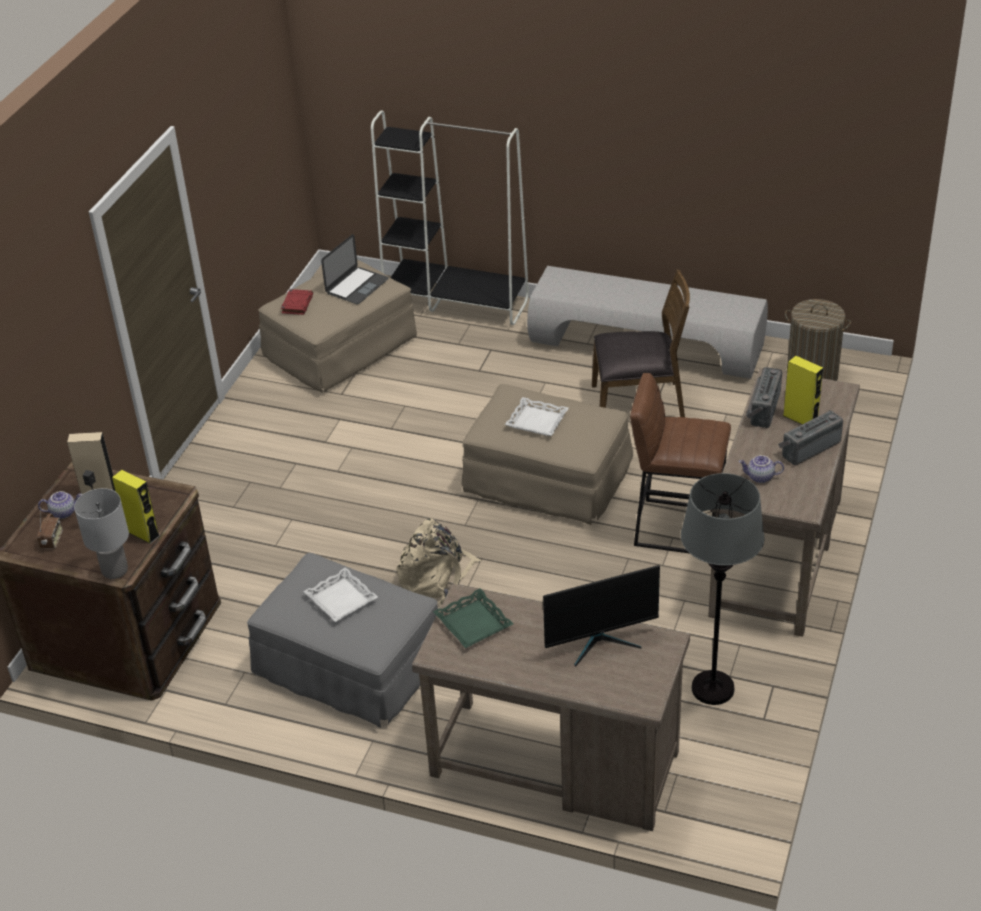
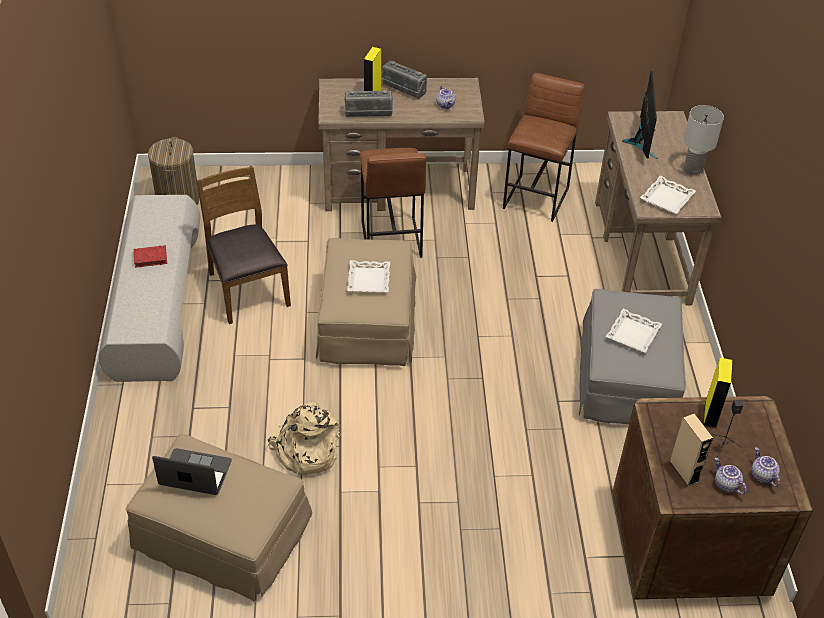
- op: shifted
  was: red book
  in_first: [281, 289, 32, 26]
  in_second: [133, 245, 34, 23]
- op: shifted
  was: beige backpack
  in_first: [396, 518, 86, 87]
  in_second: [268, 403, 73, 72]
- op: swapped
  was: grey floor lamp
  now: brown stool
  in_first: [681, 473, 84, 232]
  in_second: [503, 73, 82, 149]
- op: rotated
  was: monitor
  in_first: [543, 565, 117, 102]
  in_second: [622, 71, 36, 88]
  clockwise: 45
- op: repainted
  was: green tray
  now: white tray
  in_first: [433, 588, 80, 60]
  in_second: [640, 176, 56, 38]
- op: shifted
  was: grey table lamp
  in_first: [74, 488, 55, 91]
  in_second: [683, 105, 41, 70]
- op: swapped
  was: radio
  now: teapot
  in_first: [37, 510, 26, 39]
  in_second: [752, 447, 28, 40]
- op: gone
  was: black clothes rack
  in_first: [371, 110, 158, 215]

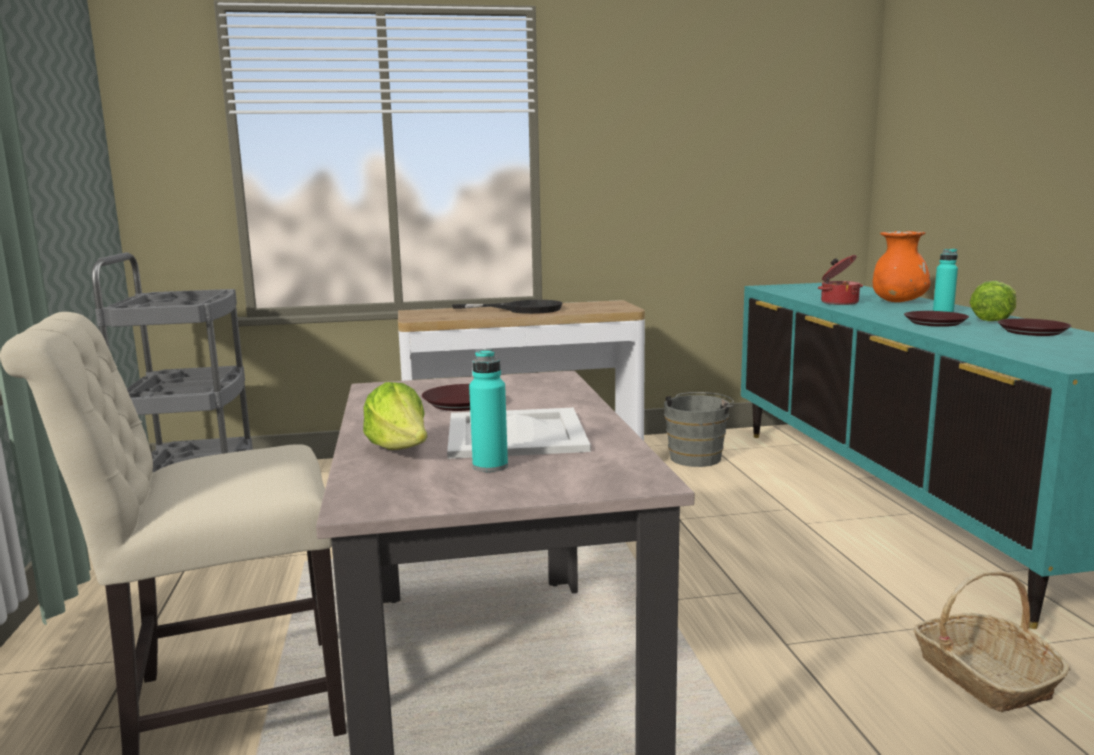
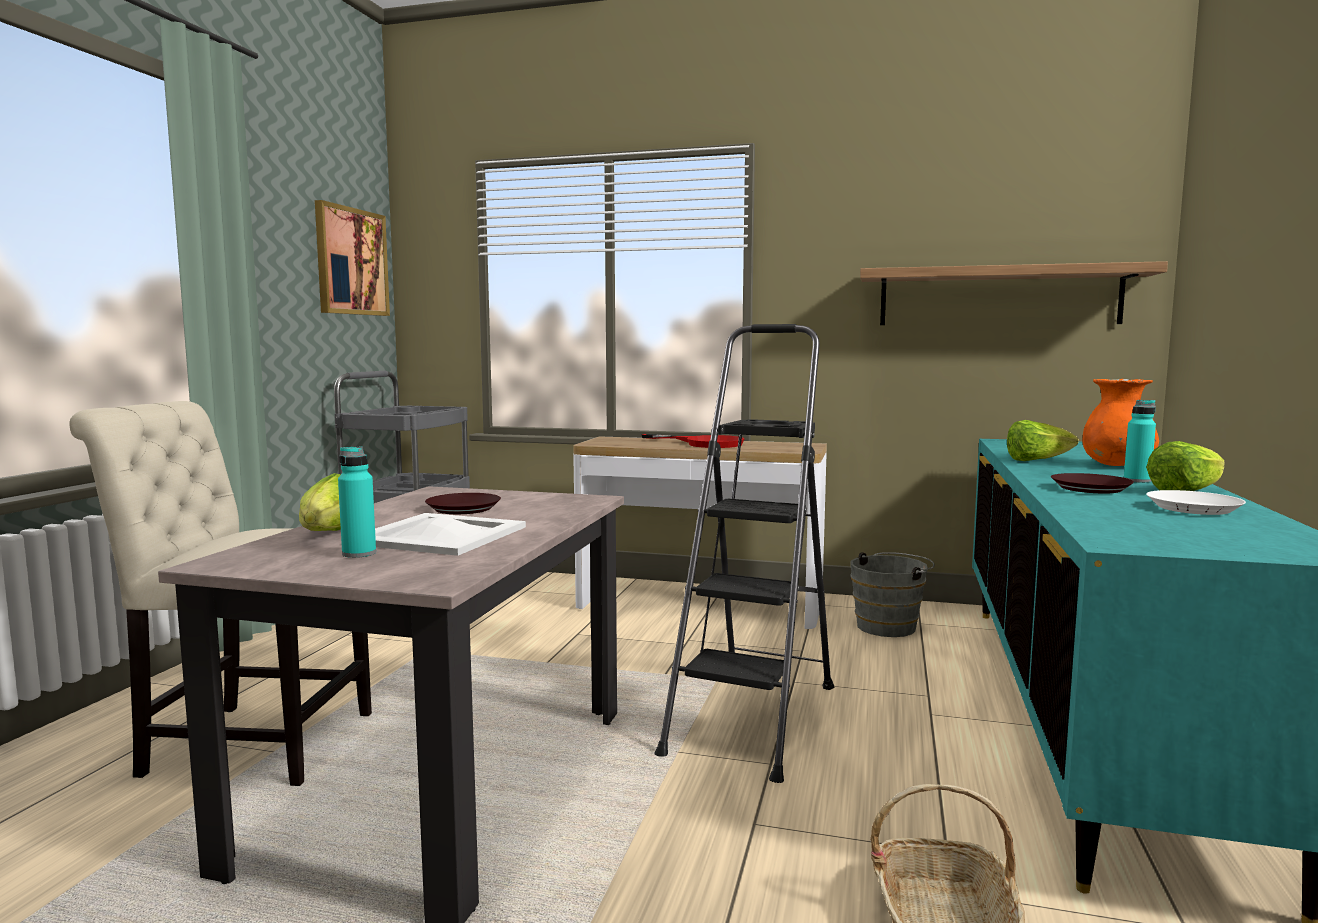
- op: new
  now: picture
  in_second: [315, 200, 75, 116]
- op: repainted
  was: black frying pan
  now: red frying pan
  in_first: [452, 300, 111, 14]
  in_second: [642, 434, 102, 14]
- op: new
  now: step ladder
  in_second: [654, 324, 180, 459]
- op: new
  now: shelf
  in_second: [860, 261, 308, 64]
- op: swapped
  was: cooking pot
  now: lettuce
  in_first: [818, 255, 45, 50]
  in_second: [1007, 420, 72, 41]
- op: repainted
  was: brown plate
  now: white plate
  in_first: [998, 318, 73, 18]
  in_second: [1146, 490, 100, 25]

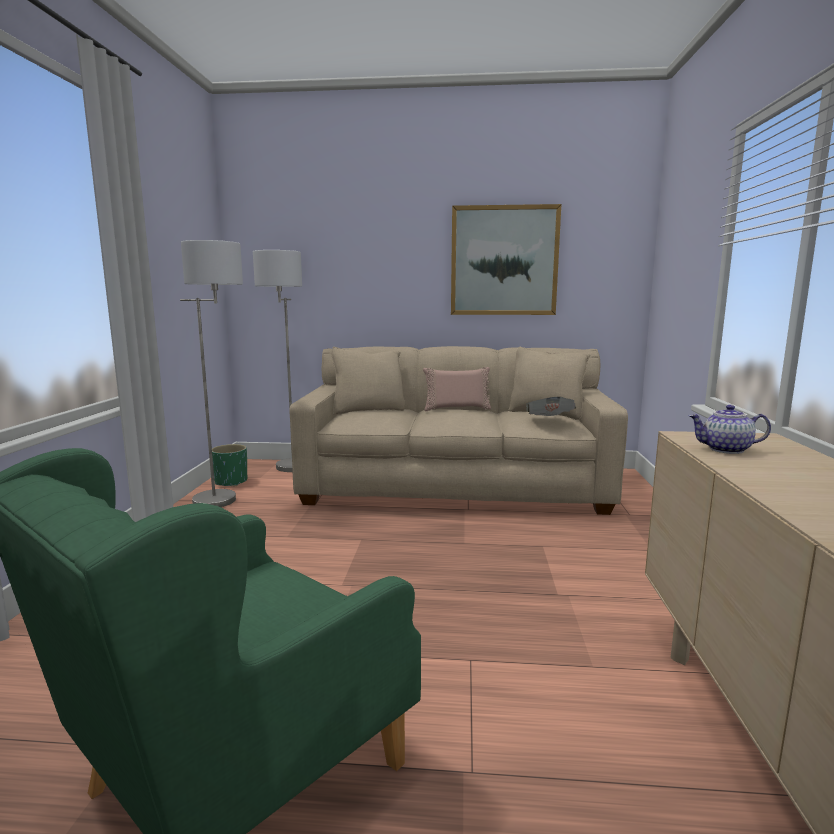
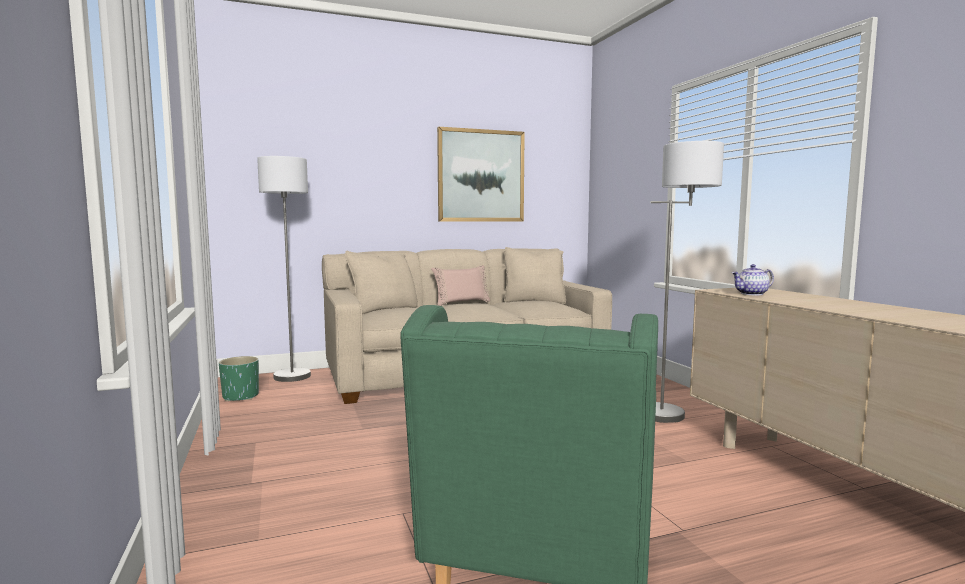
- op: shifted
  was: grey floor lamp
  in_first: [180, 240, 63, 267]
  in_second: [650, 141, 74, 282]
- op: gone
  was: newspaper
  in_first: [526, 397, 50, 19]

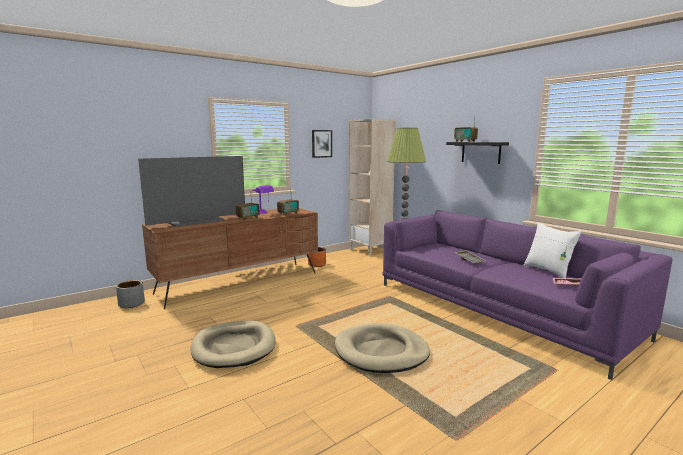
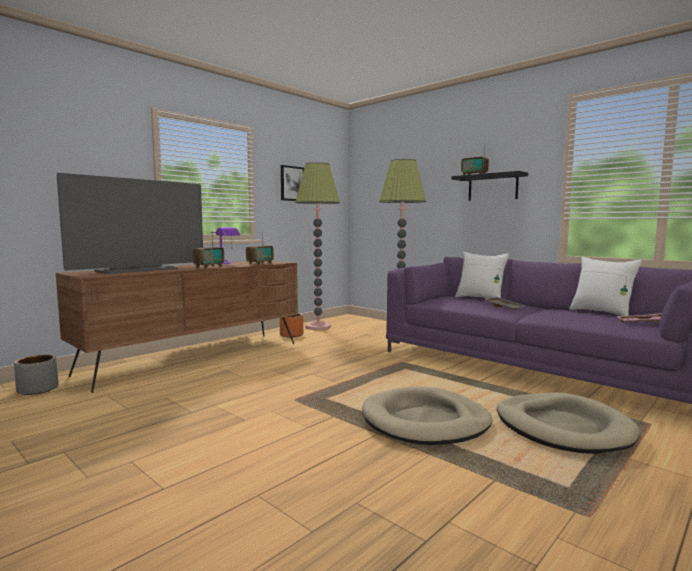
- op: new
  now: floor lamp
  in_second: [295, 162, 45, 168]
- op: new
  now: white pillow
  in_second: [455, 252, 54, 46]
- op: shifted
  was: beige dog bed
  in_first: [191, 321, 85, 47]
  in_second: [497, 393, 143, 61]
- op: gone
  was: beige bookcase
  in_first: [348, 119, 48, 138]

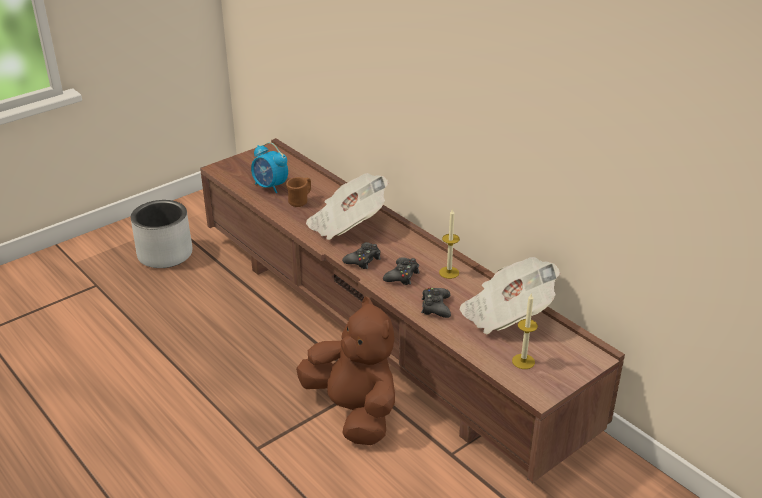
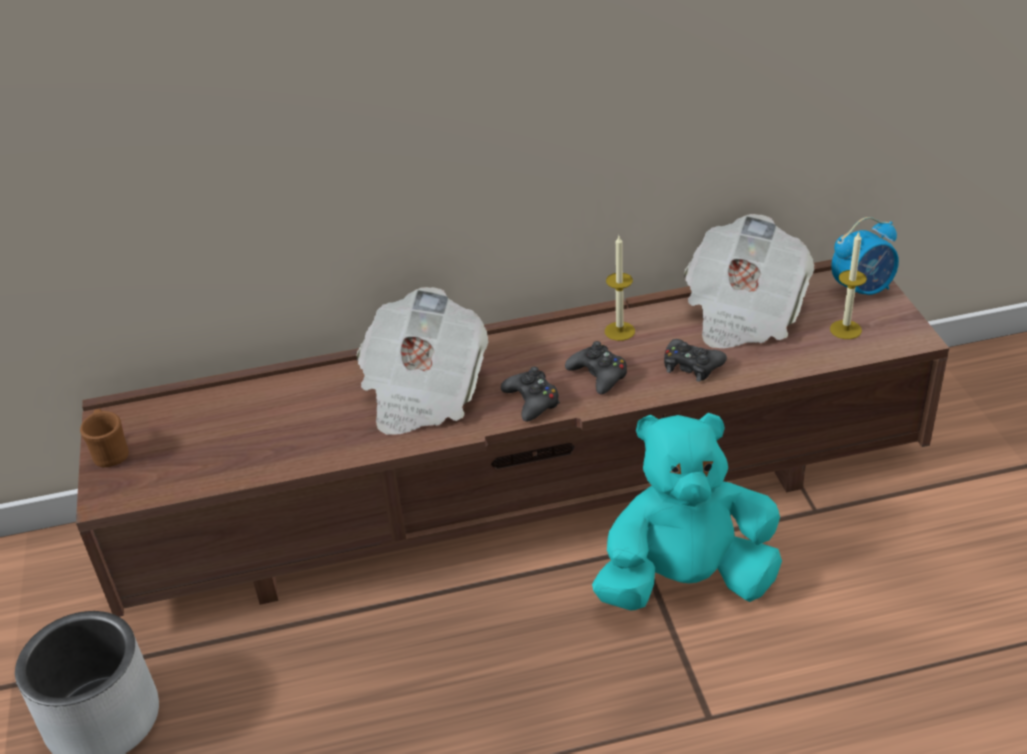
- op: shifted
  was: brown mug
  in_first: [286, 177, 25, 30]
  in_second: [80, 408, 49, 59]
- op: repainted
  was: brown plush toy
  now: turquoise plush toy
  in_first: [296, 297, 99, 148]
  in_second: [592, 413, 190, 198]
- op: shifted
  was: alarm clock
  in_first: [251, 142, 37, 51]
  in_second: [831, 217, 68, 78]

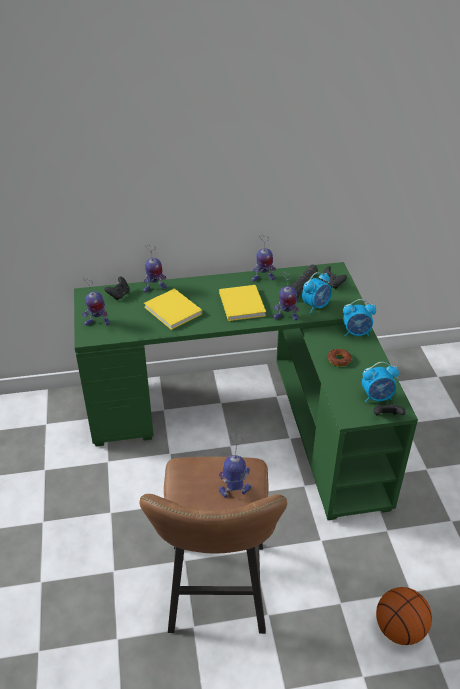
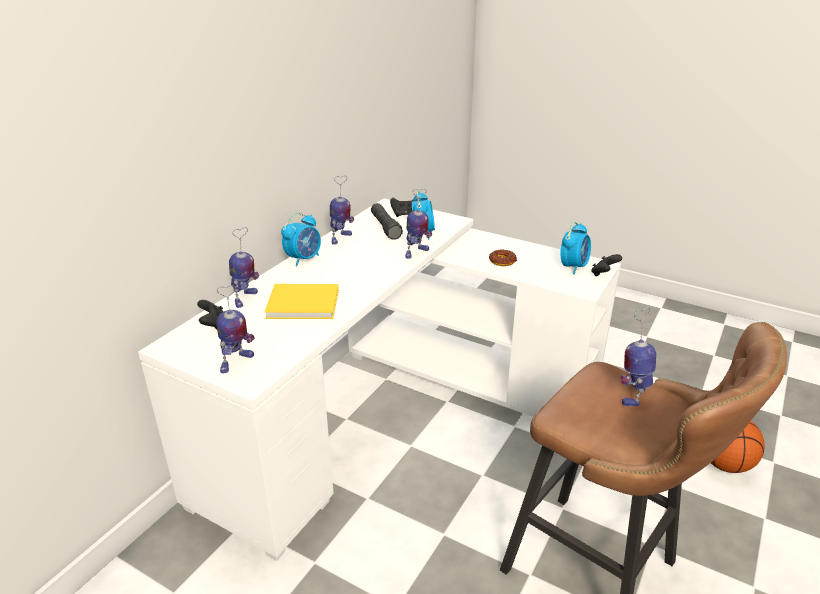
- op: repainted
  was: green desk
  now: white desk
  in_first: [74, 262, 344, 258]
  in_second: [138, 198, 483, 363]
- op: shifted
  was: alarm clock
  in_first: [343, 299, 33, 37]
  in_second: [281, 213, 40, 53]
- op: gone
  was: yellow book
  in_first: [219, 285, 47, 36]

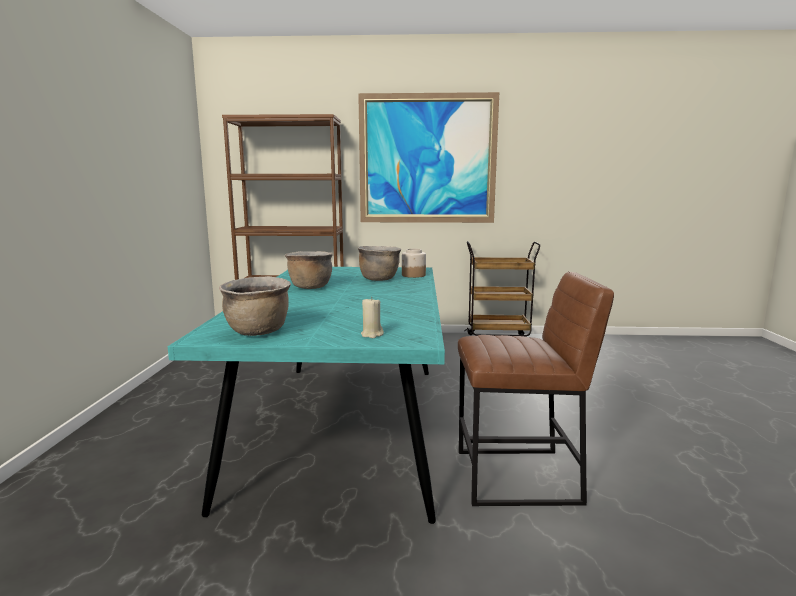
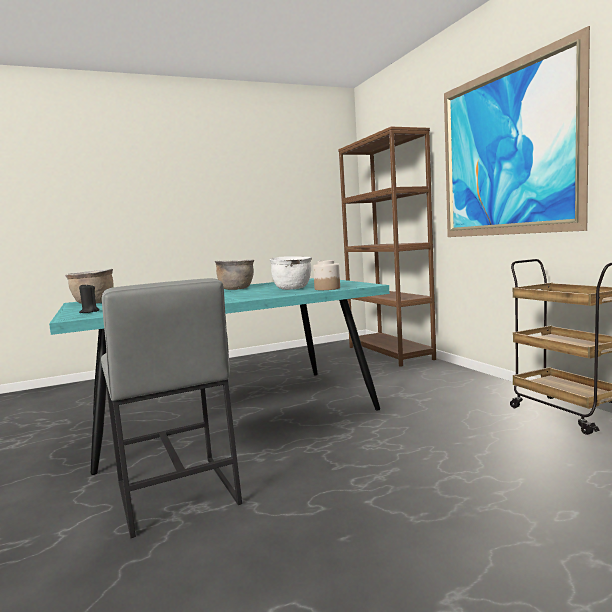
- op: repainted
  was: beige candle
  now: black candle
  in_first: [361, 297, 23, 41]
  in_second: [79, 284, 20, 29]
- op: repainted
  was: brown chair
  now: grey chair
  in_first: [458, 272, 156, 234]
  in_second: [101, 278, 141, 260]
- op: repainted
  was: brown cooking pot
  now: white cooking pot
  in_first: [358, 246, 43, 35]
  in_second: [269, 256, 43, 34]

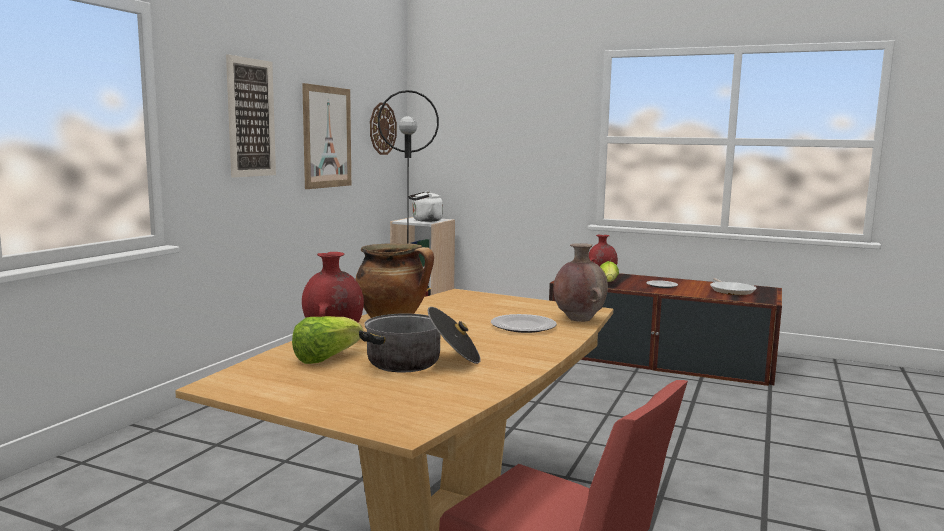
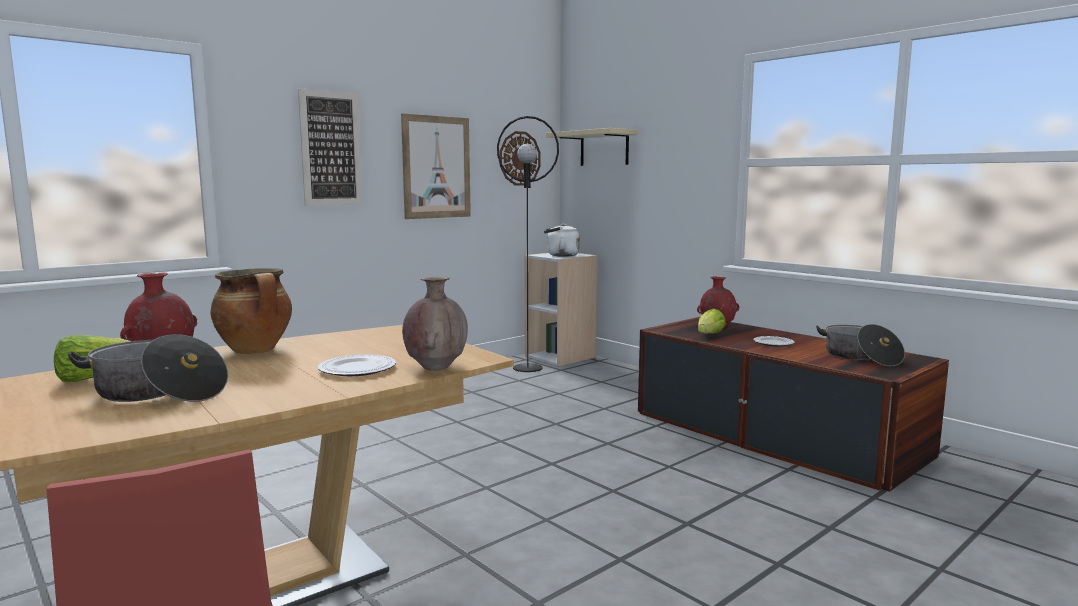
- op: new
  now: beige shelf
  in_second: [546, 128, 93, 38]
- op: swapped
  was: frying pan
  now: cooking pot
  in_first: [710, 278, 46, 17]
  in_second: [816, 324, 89, 42]

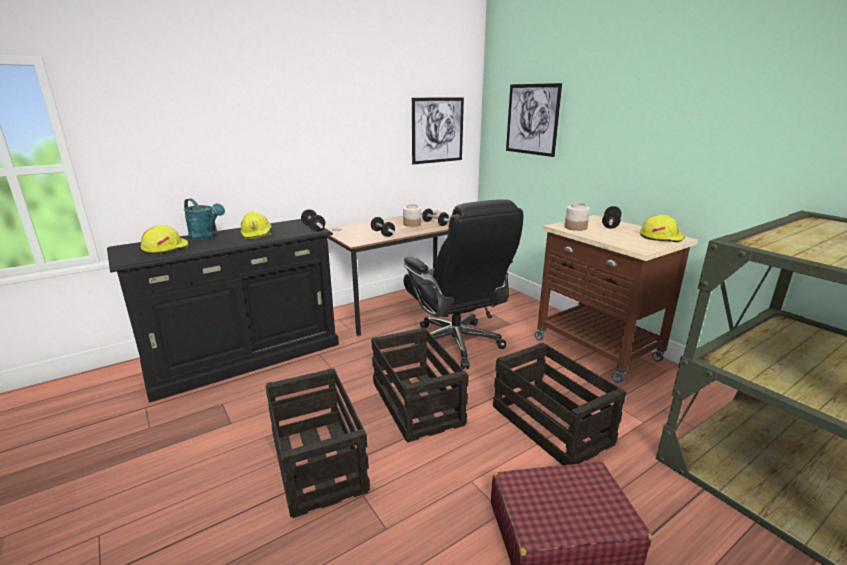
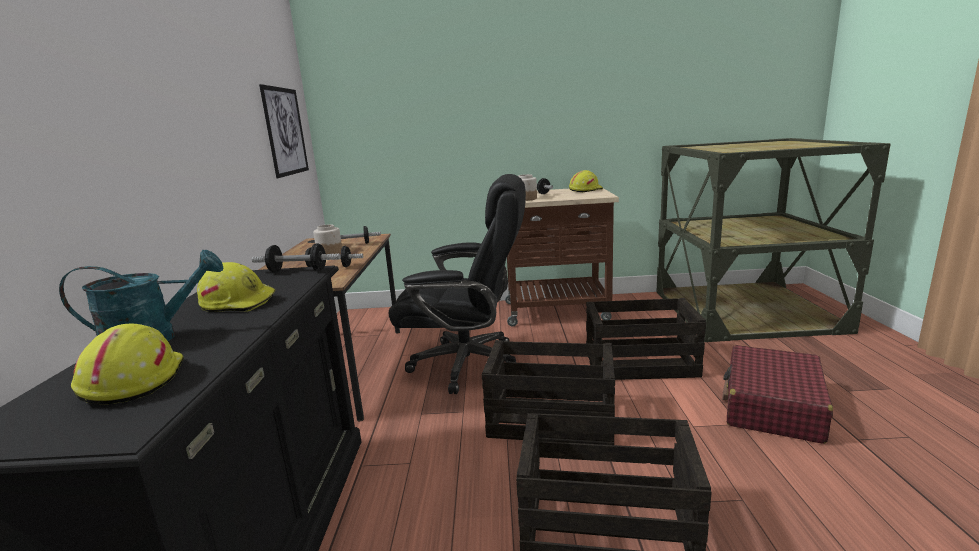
- op: gone
  was: picture
  in_first: [506, 83, 56, 74]

